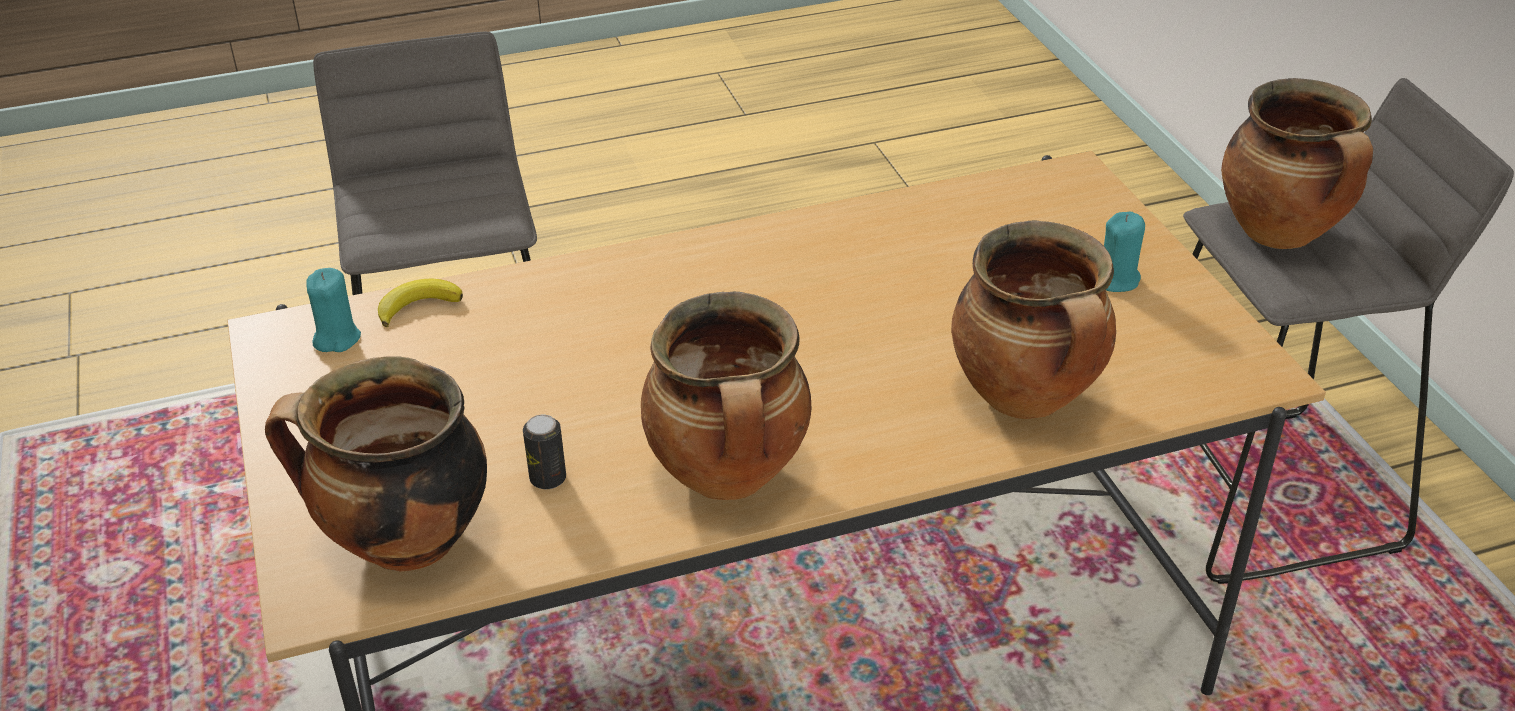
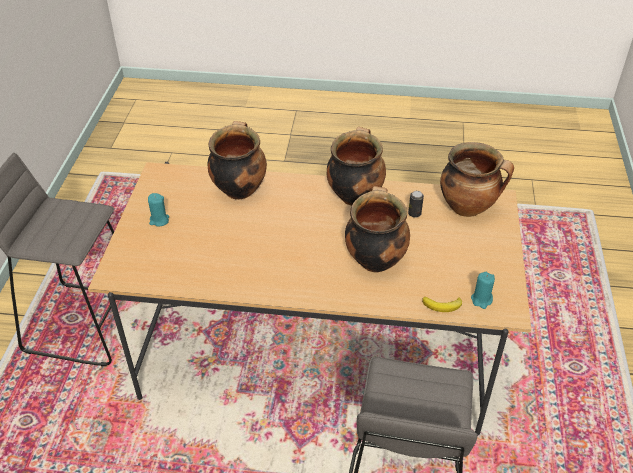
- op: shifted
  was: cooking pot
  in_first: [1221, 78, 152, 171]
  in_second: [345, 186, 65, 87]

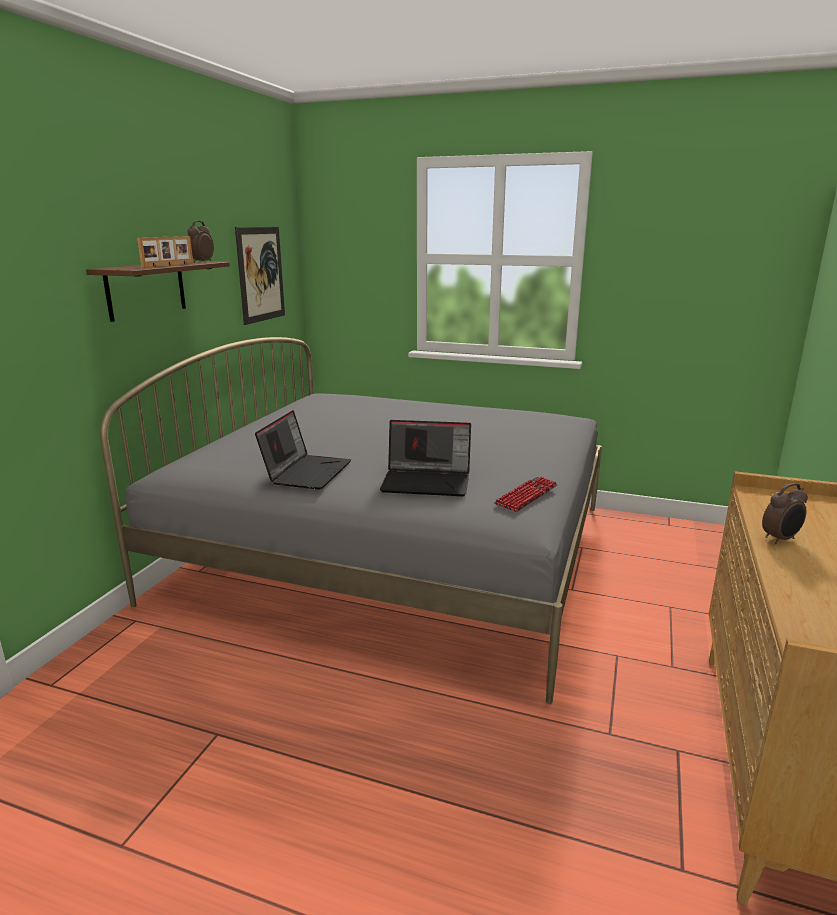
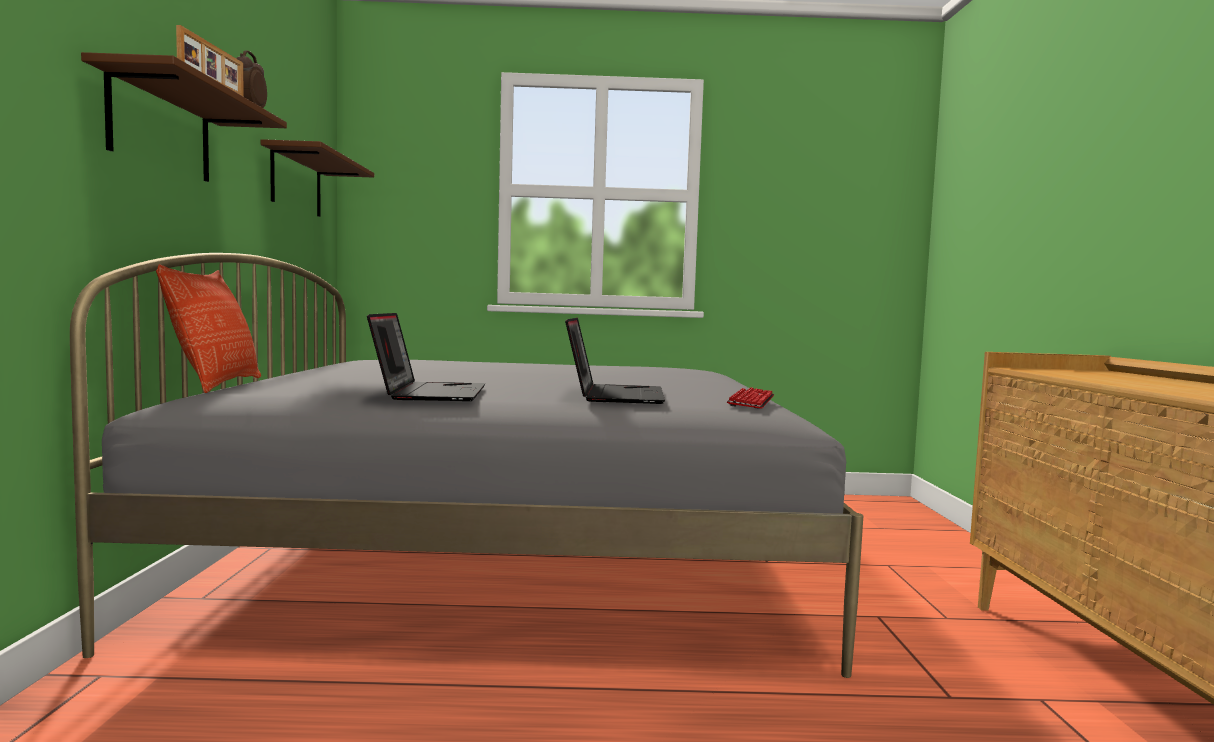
- op: new
  now: orange pillow
  in_second: [156, 264, 105, 129]
- op: swapped
  was: picture
  now: brown shelf
  in_first: [235, 227, 50, 98]
  in_second: [261, 139, 113, 78]
- op: rotated
  was: laptop
  in_first: [380, 420, 91, 76]
  in_second: [565, 318, 100, 86]
  clockwise: -75
- op: gone
  was: alarm clock
  in_first: [762, 483, 46, 61]

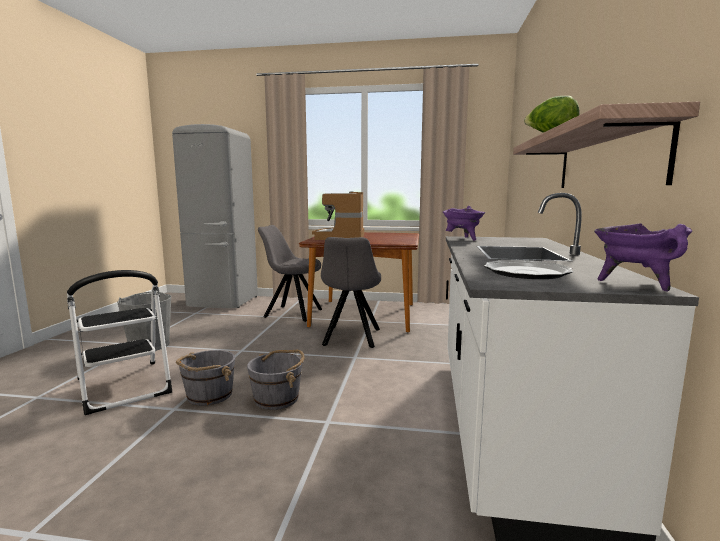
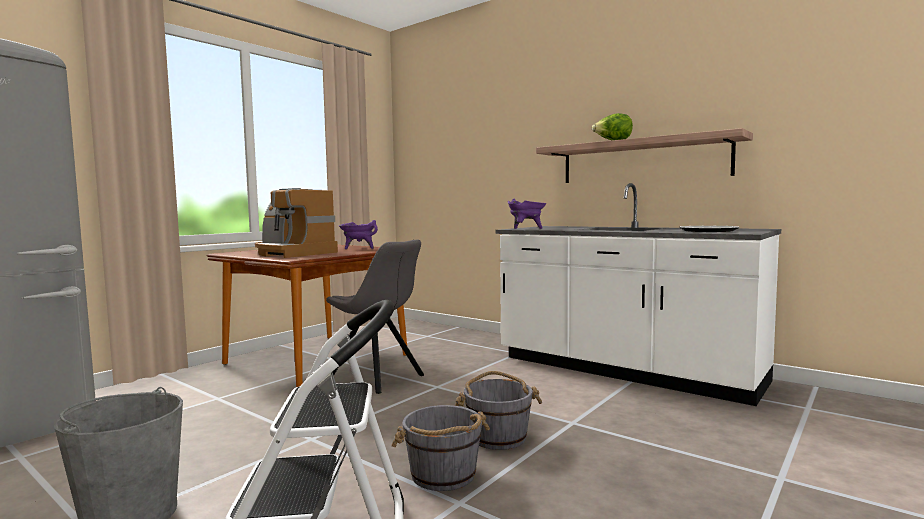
- op: shifted
  was: purple cooking pot
  in_first: [594, 223, 98, 69]
  in_second: [339, 220, 39, 29]
- op: gone
  was: grey chair
  in_first: [258, 225, 64, 97]

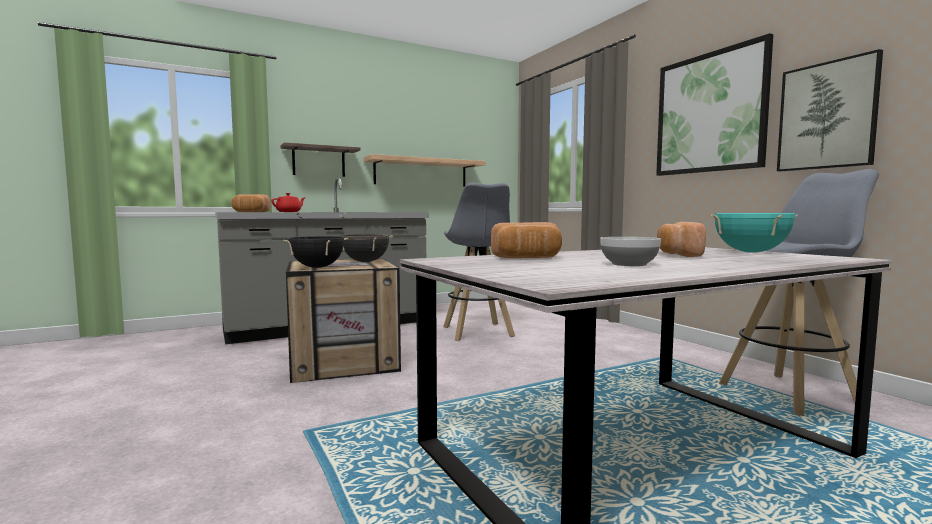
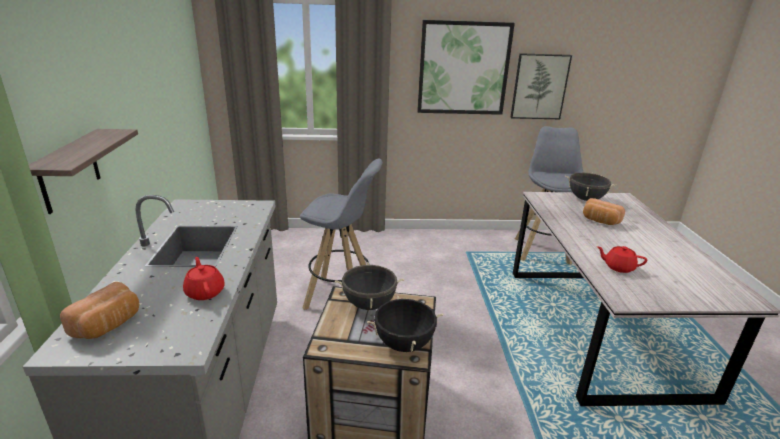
- op: repainted
  was: turquoise cooking pot
  now: black cooking pot
  in_first: [710, 213, 87, 40]
  in_second: [565, 173, 52, 28]
- op: swapped
  was: bread
  now: red teapot
  in_first: [491, 222, 71, 36]
  in_second: [597, 246, 50, 27]
- op: gone
  was: shelf
  in_first: [364, 154, 121, 33]
- op: gone
  was: bowl
  in_first: [600, 237, 61, 29]

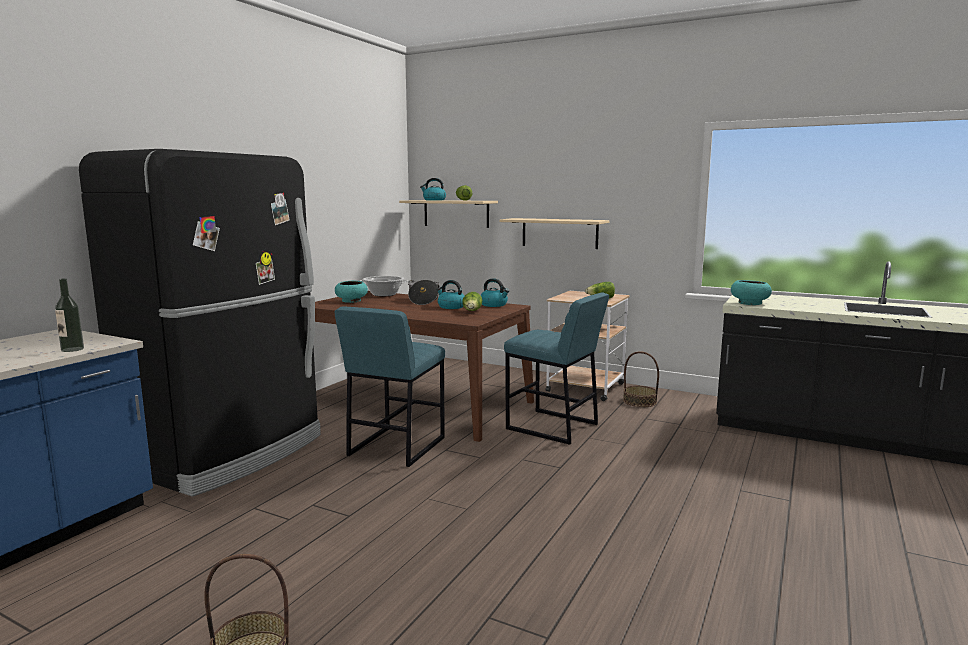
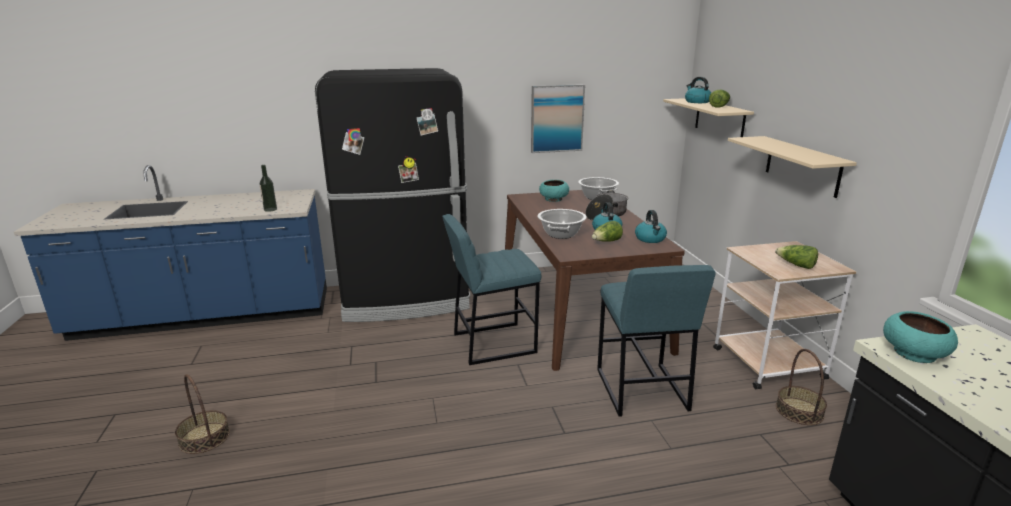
- op: new
  now: picture
  in_second: [531, 84, 54, 69]
- op: new
  now: cooking pot
  in_second: [537, 209, 50, 30]

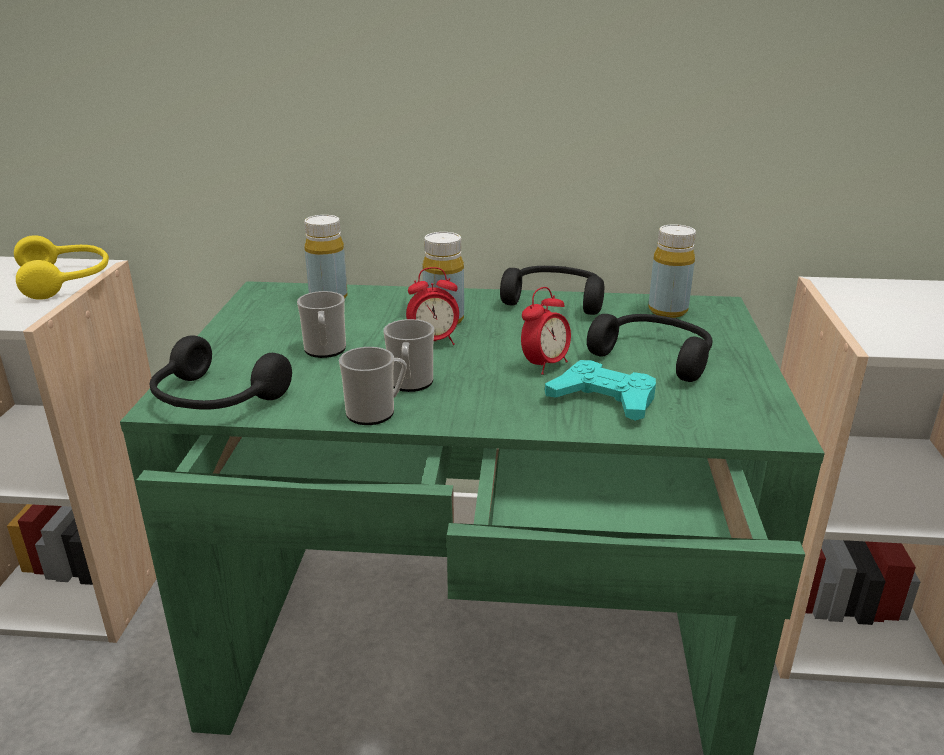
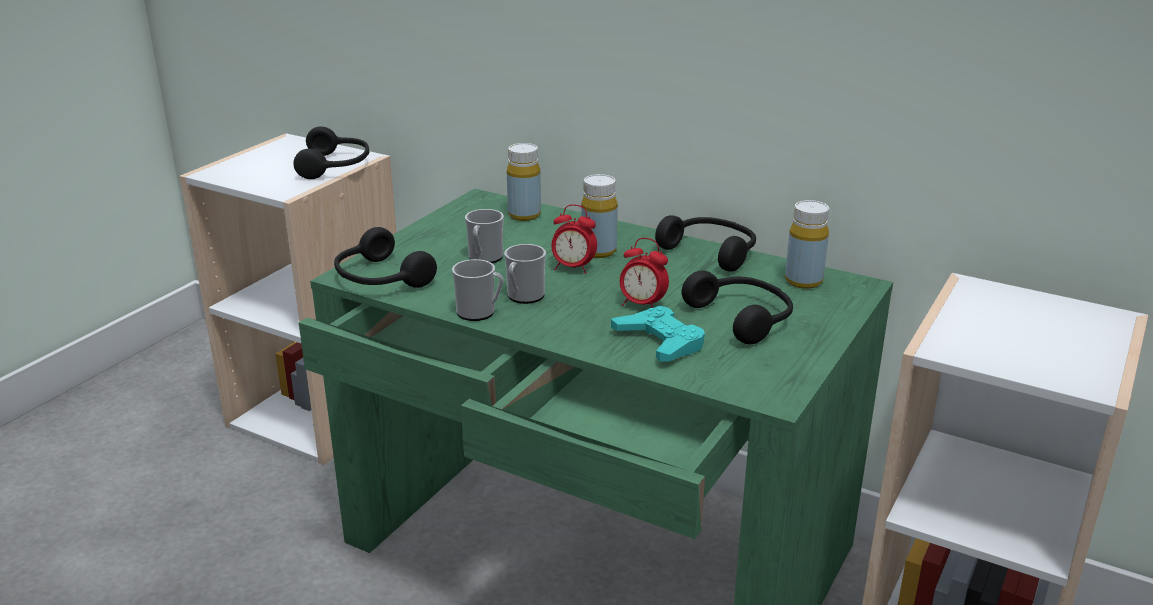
- op: repainted
  was: yellow headphones
  now: black headphones
  in_first: [14, 235, 95, 65]
  in_second: [293, 127, 76, 52]
- op: rotated
  was: alarm clock
  in_first: [521, 287, 50, 88]
  in_second: [620, 238, 49, 70]
  clockwise: 45

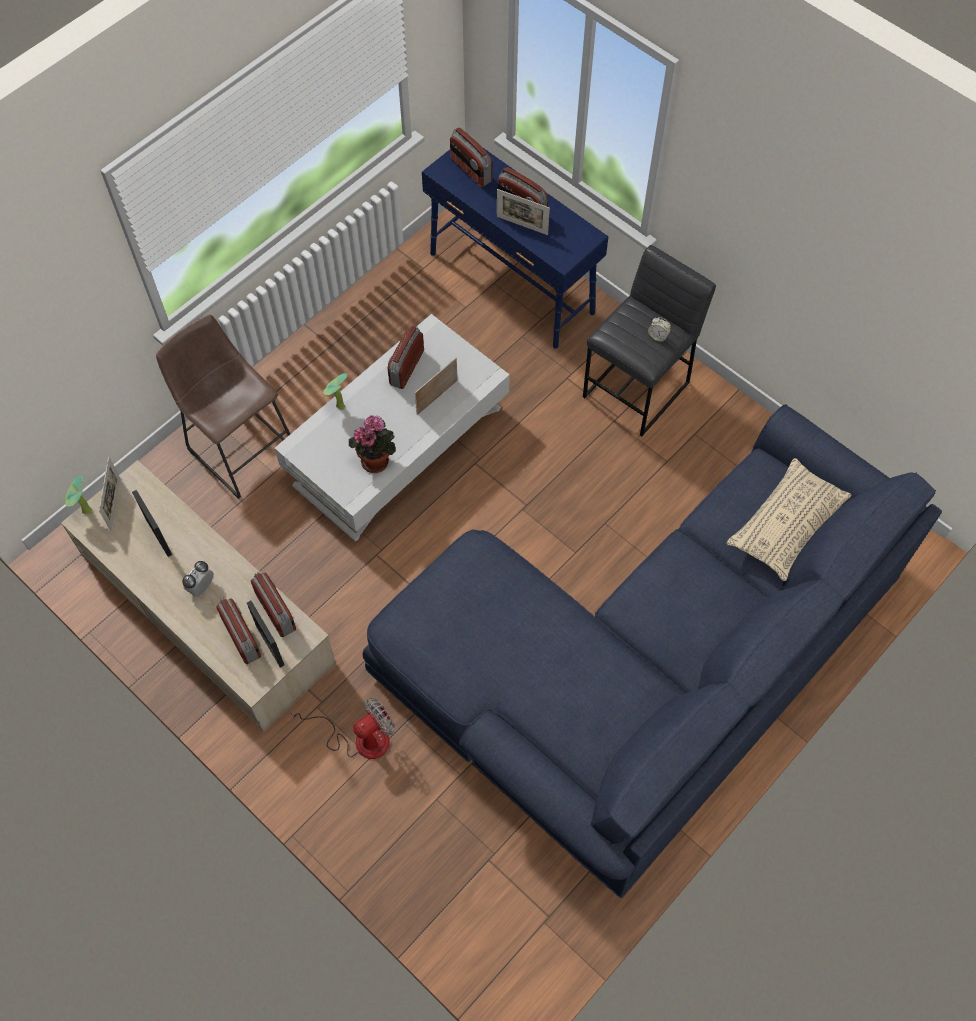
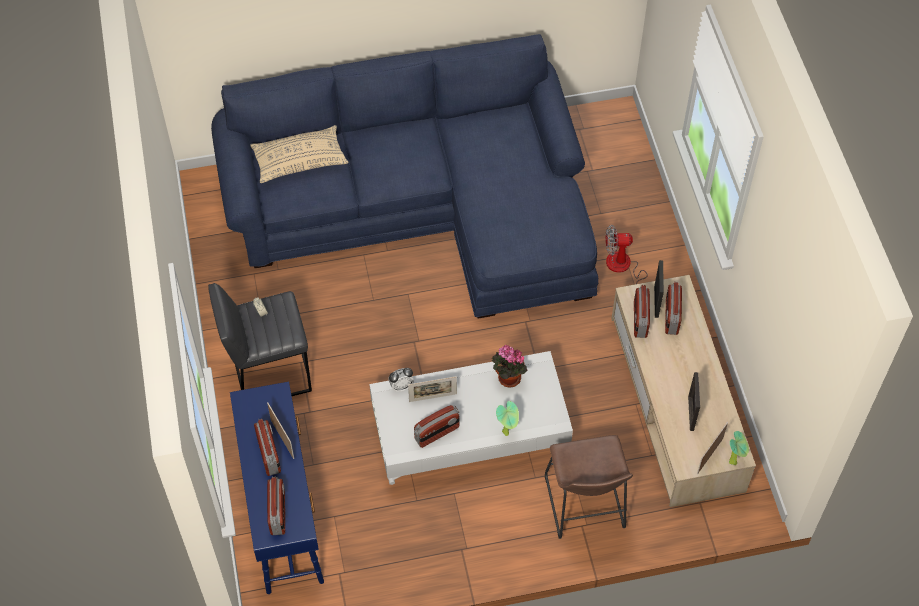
- op: shifted
  was: alarm clock
  in_first: [182, 561, 32, 36]
  in_second: [388, 368, 26, 24]

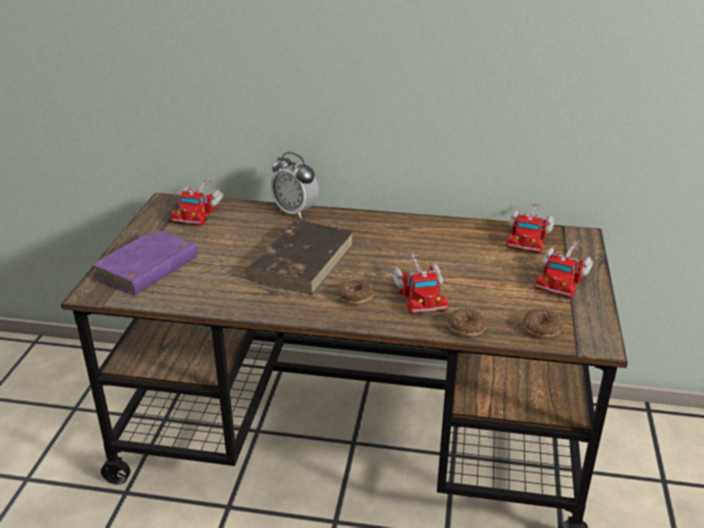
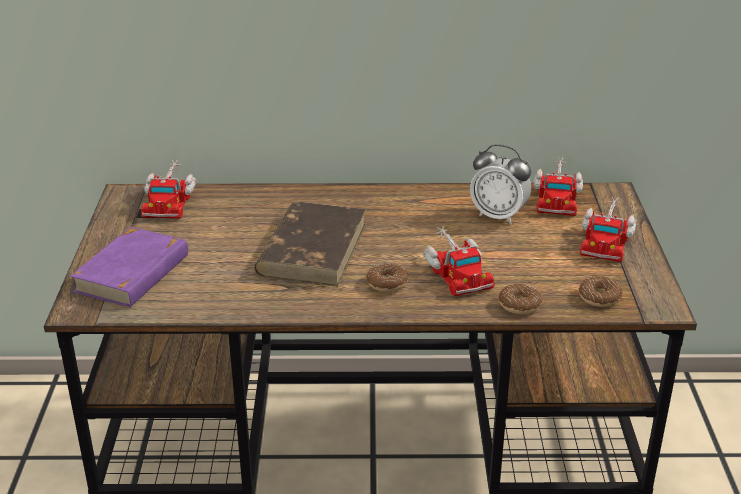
- op: shifted
  was: alarm clock
  in_first: [271, 152, 48, 67]
  in_second: [470, 144, 61, 80]

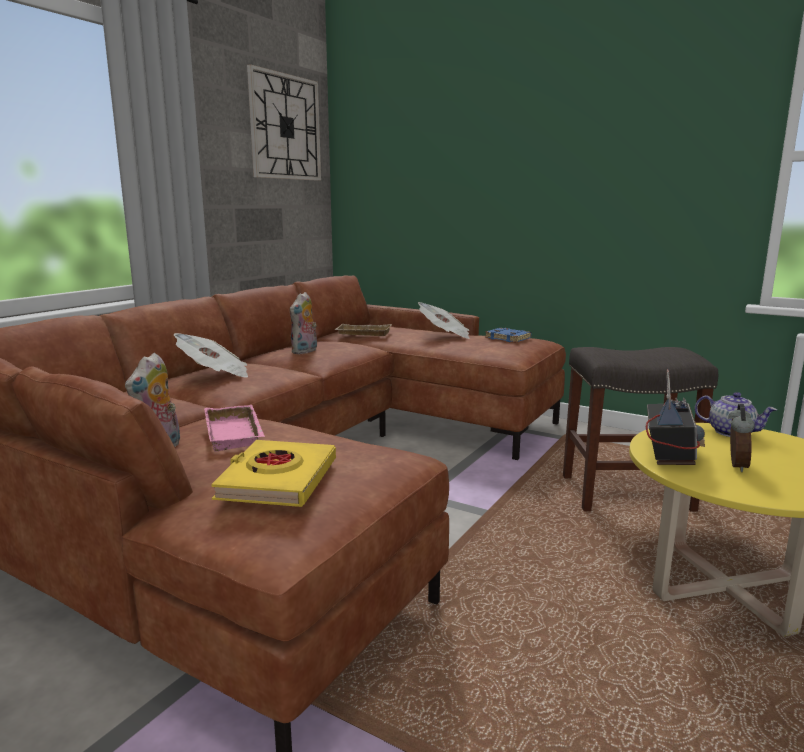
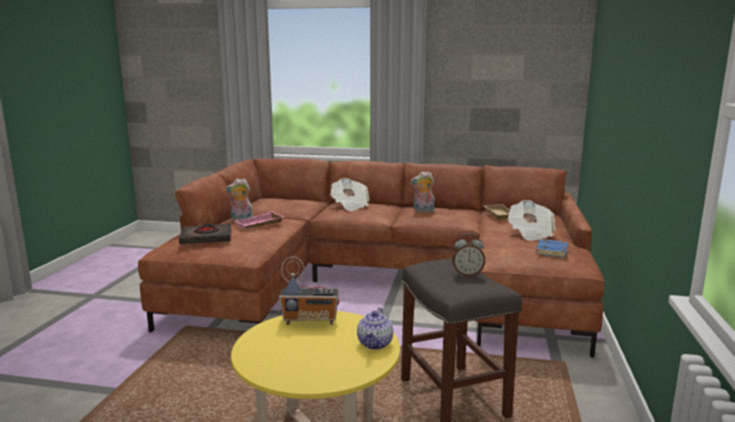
- op: repainted
  was: yellow book
  now: black book
  in_first: [211, 440, 125, 67]
  in_second: [179, 223, 52, 21]
- op: shifted
  was: alarm clock
  in_first: [728, 404, 27, 68]
  in_second: [452, 234, 33, 42]
- op: gone
  was: wall clock
  in_first: [247, 64, 74, 117]

